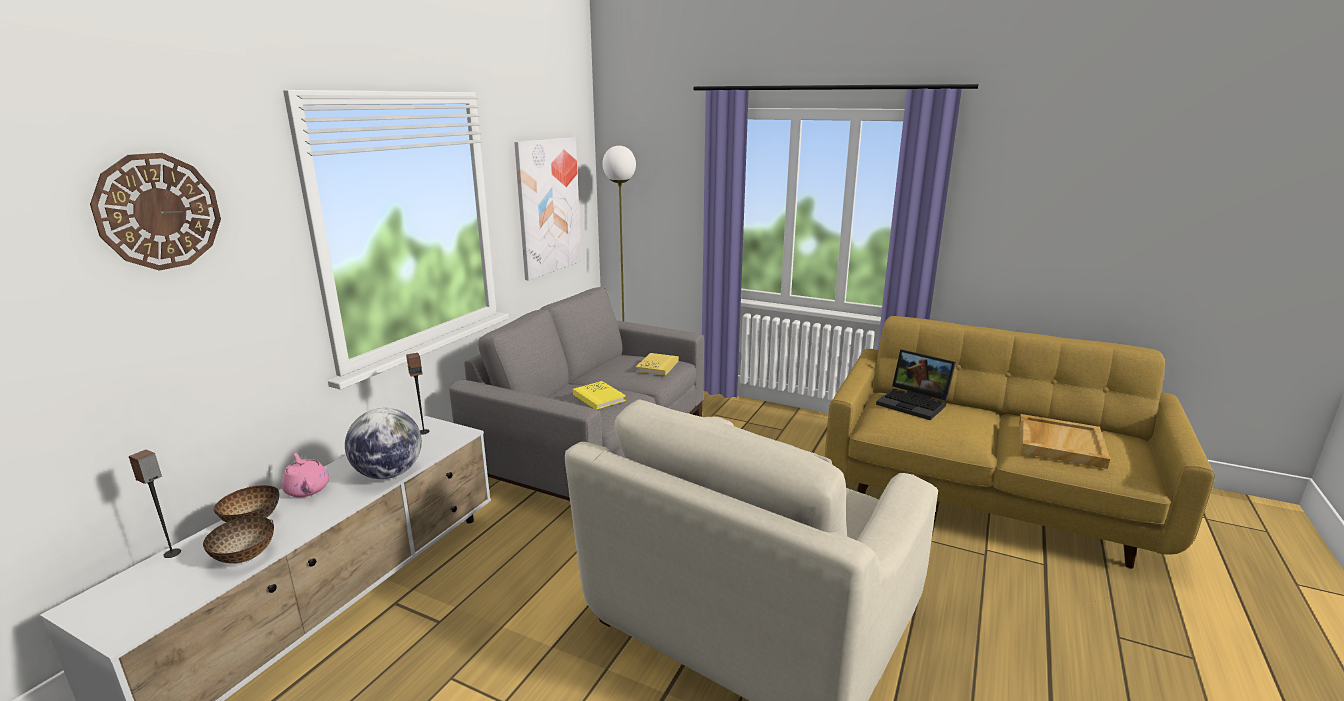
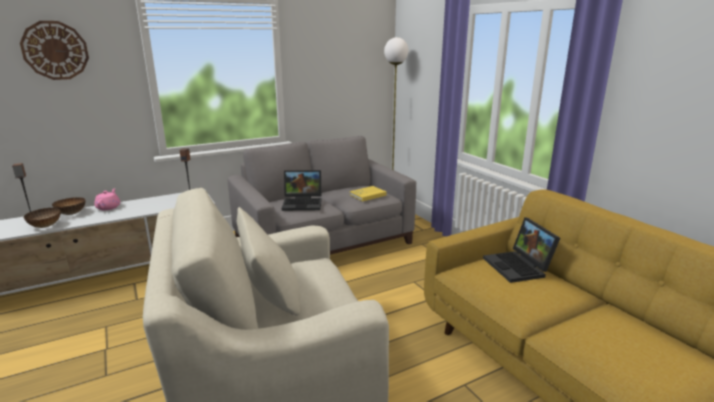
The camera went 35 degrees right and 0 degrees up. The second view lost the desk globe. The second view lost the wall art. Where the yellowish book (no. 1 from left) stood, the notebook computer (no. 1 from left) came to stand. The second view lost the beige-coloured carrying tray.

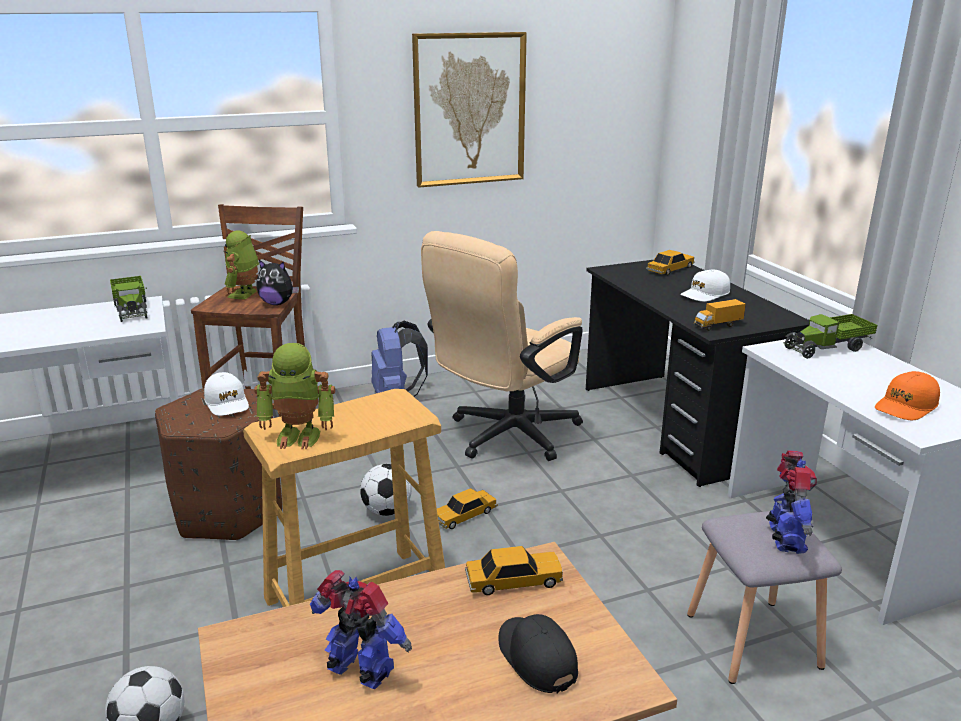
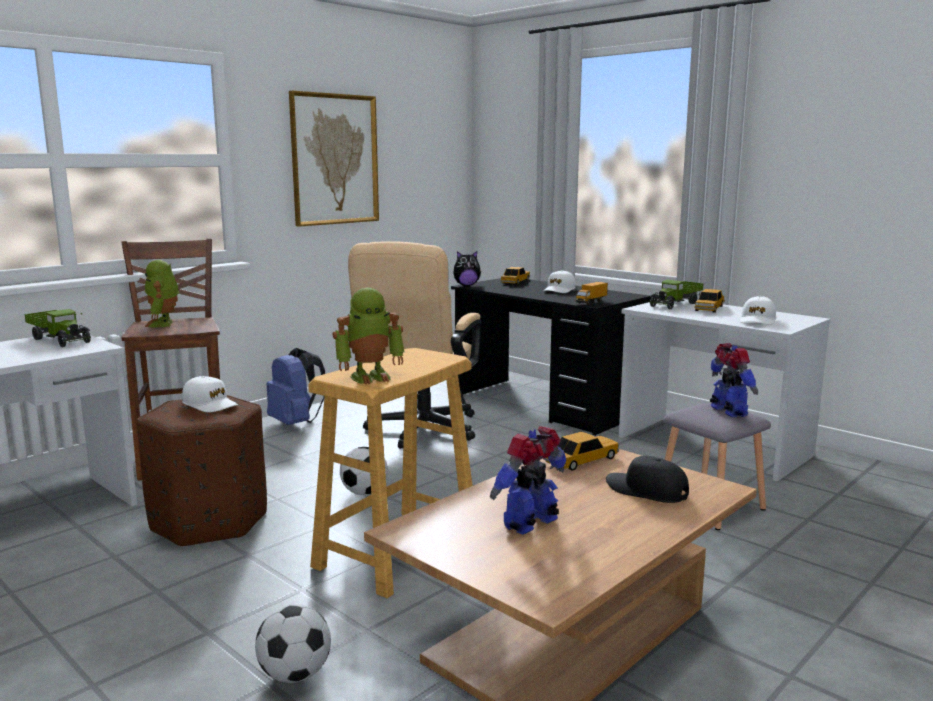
The camera went 25 degrees left and 10 degrees down. The plush toy ended up elsewhere. The toy robot (no. 3 from left) ended up facing another way, 45 degrees counterclockwise from before. The miniature car (no. 1 from left in the first image) ended up elsewhere. What was the orange peaked cap turned into the white-coloured peaked cap (no. 3 from left).

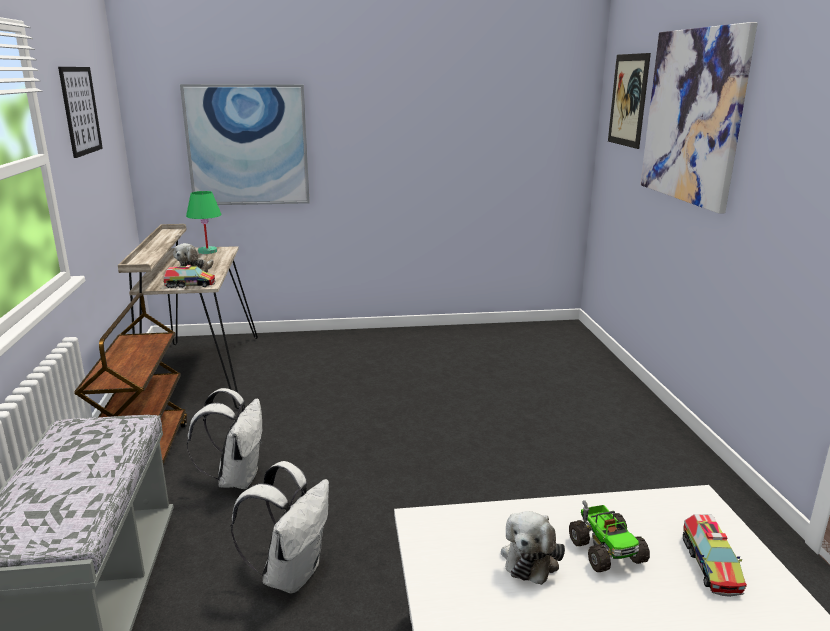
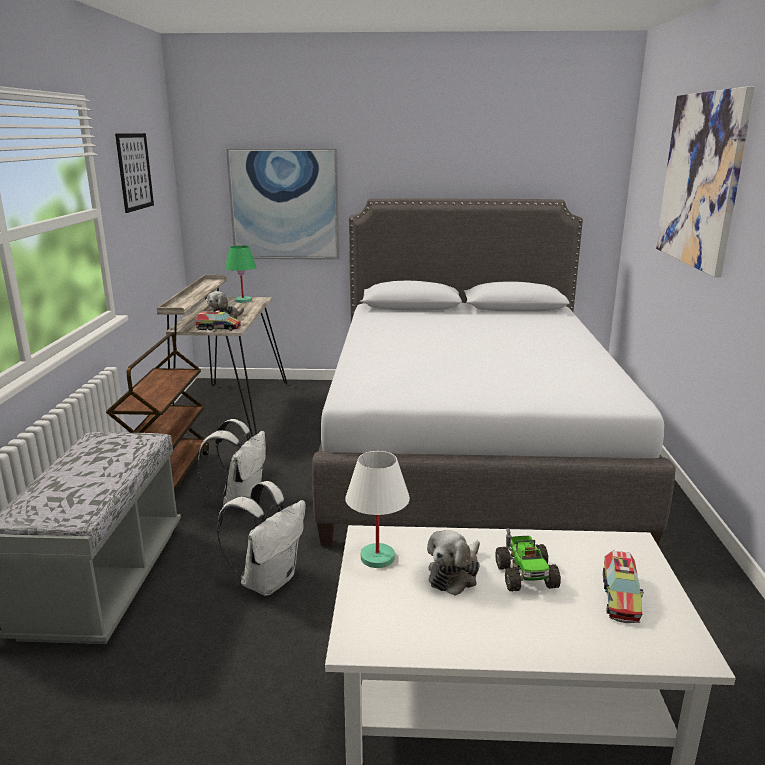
The camera went 10 degrees right and 0 degrees up. The second view lost the wall art (no. 3 from left). The second view gained the gray bed. The second view gained the white-coloured lamp for a table.

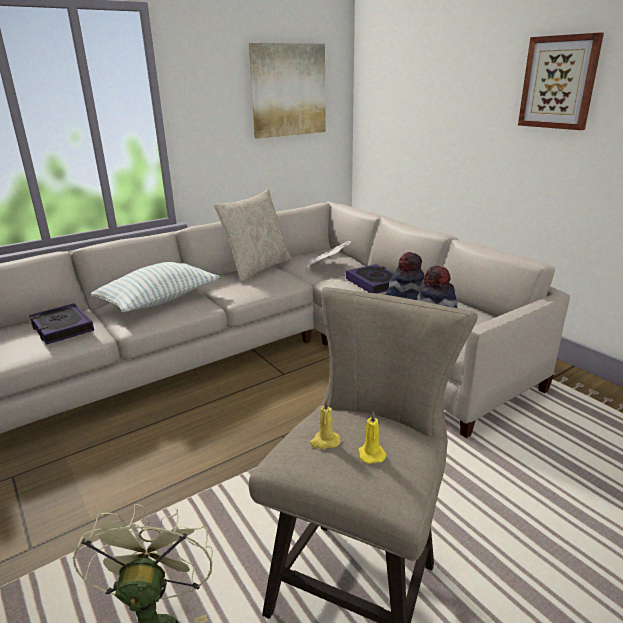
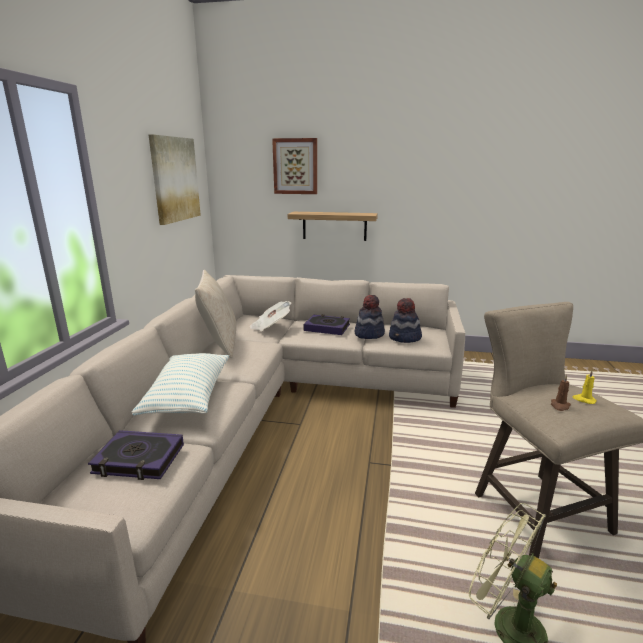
The camera went 45 degrees left and 5 degrees down. What was the yellowish wax candle (no. 1 from left) turned into the brown wax candle. The wall art (no. 2 from left) ended up elsewhere. The second view gained the wall shelf.

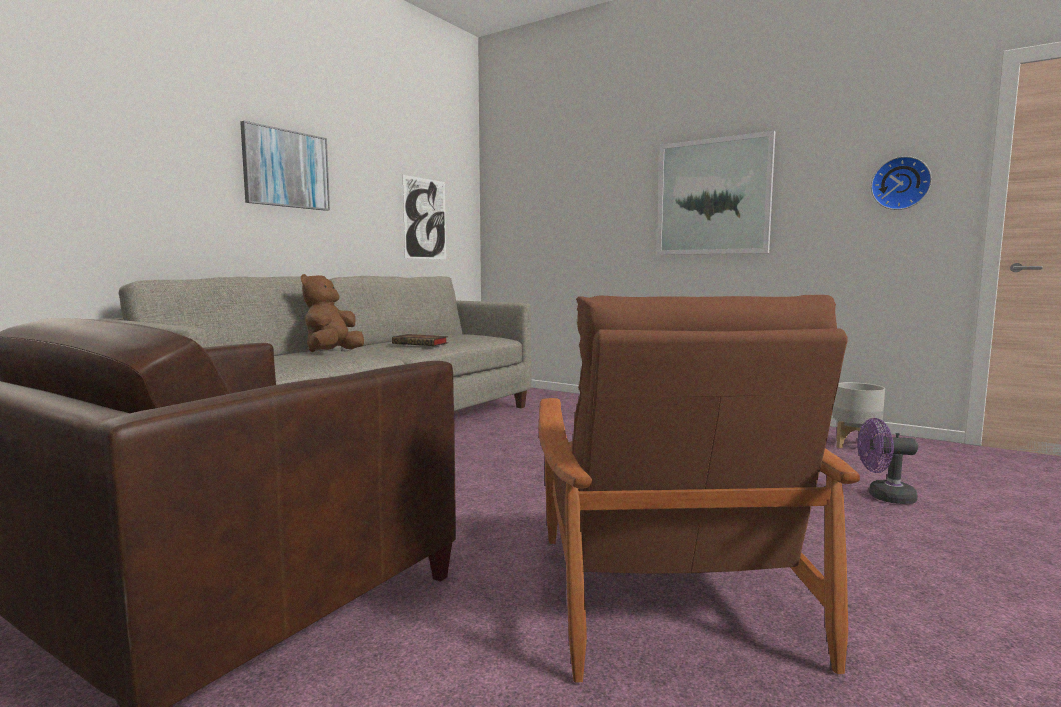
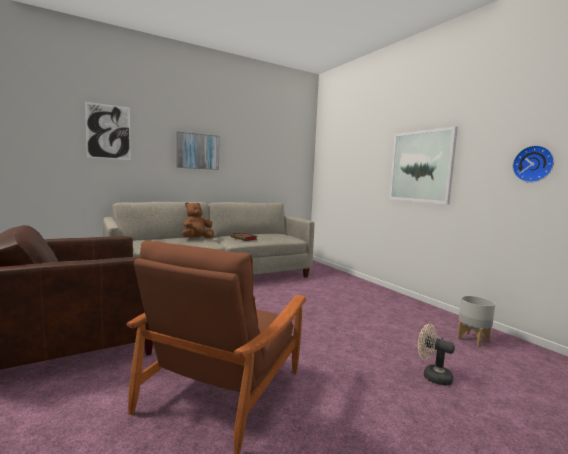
The camera went 25 degrees right and 0 degrees up. The wall art (no. 2 from left in the first image) ended up elsewhere. What was the purple-coloured fan turned into the beige-coloured fan.

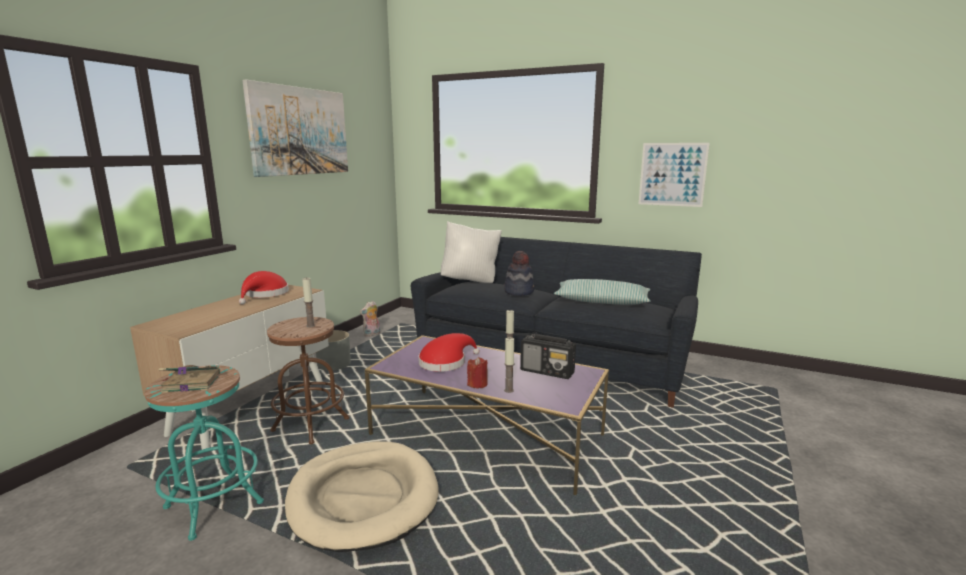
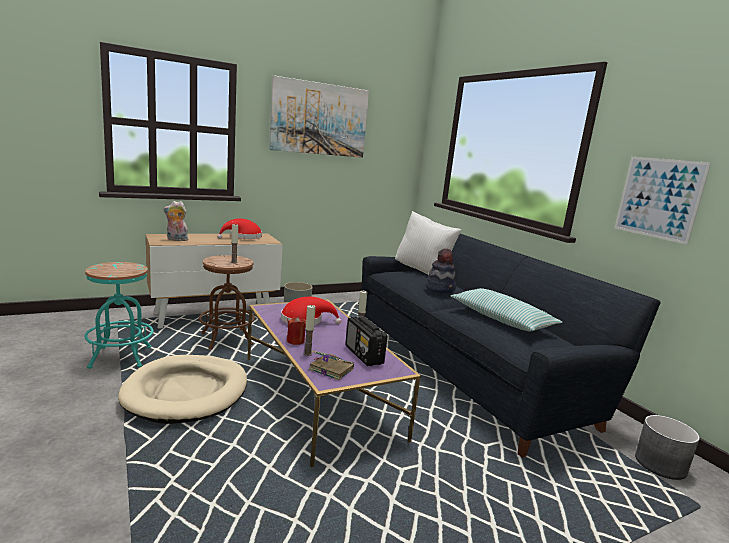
The camera went 35 degrees right and 0 degrees up. The book ended up elsewhere. The plush toy ended up elsewhere. The second view gained the gray planter (no. 2 from left).

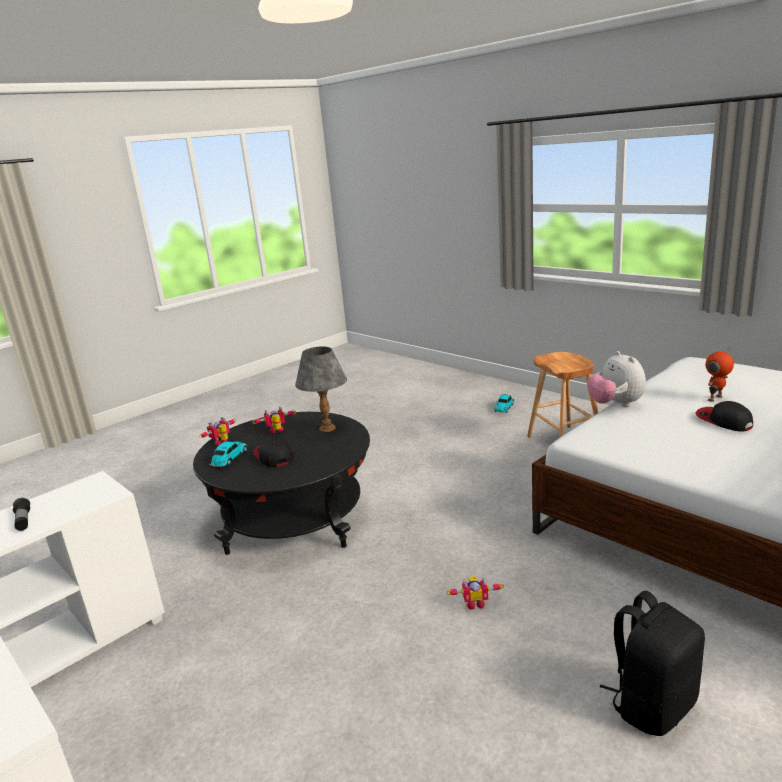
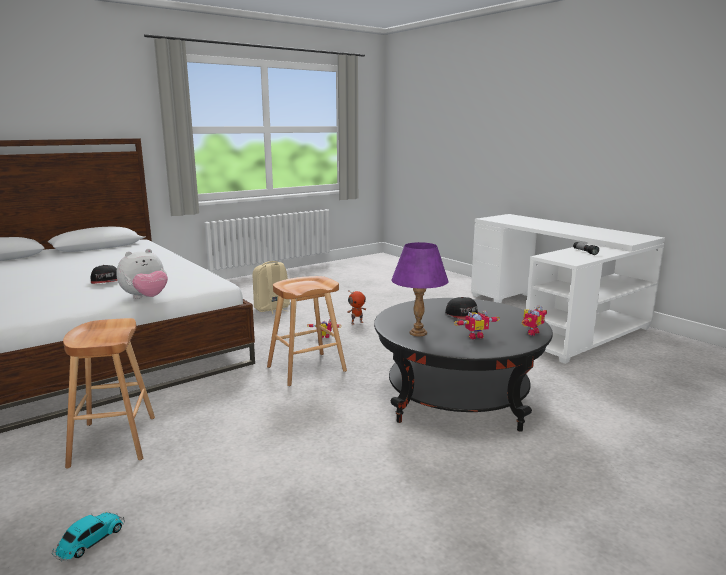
The camera went 175 degrees left and 5 degrees down. The second view lost the miniature car (no. 1 from left). What was the gray lamp for a table turned into the purple-coloured lamp for a table. The plush toy ended up facing another way, 60 degrees clockwise from before. What was the black rucksack turned into the beige-coloured rucksack. The toy robot (no. 4 from left in the first image) ended up elsewhere. The second view gained the brown stool (no. 2 from left).

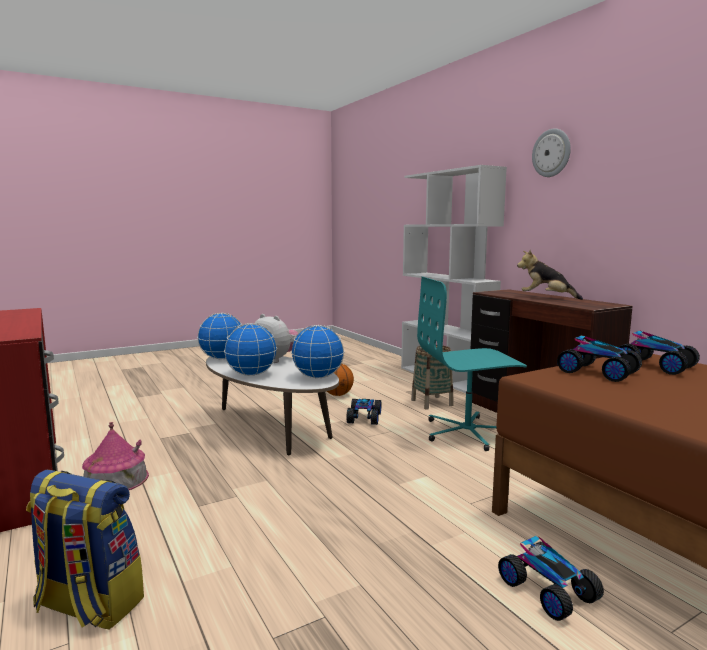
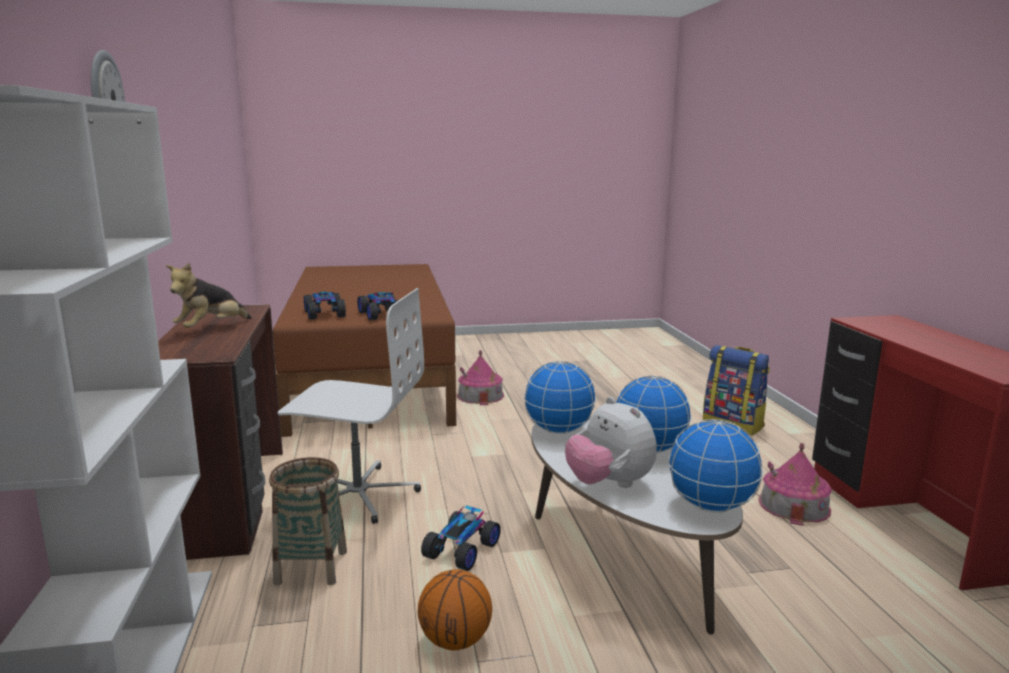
The camera went 160 degrees left and 5 degrees up. What was the turquoise-coloured office chair turned into the white-coloured office chair. Where the miniature car (no. 2 from left) stood, the miniature house (no. 1 from left) came to stand. The plush toy (no. 2 from left in the first image) ended up facing another way, 75 degrees clockwise from before.

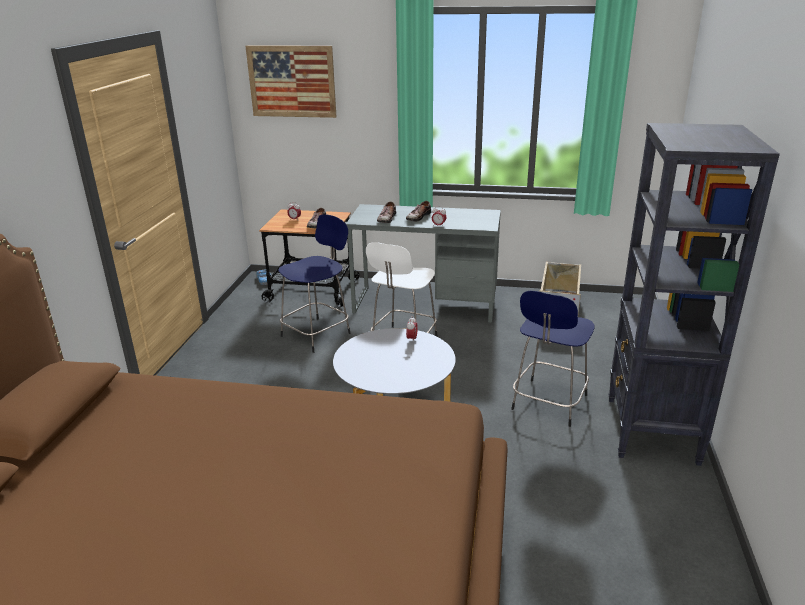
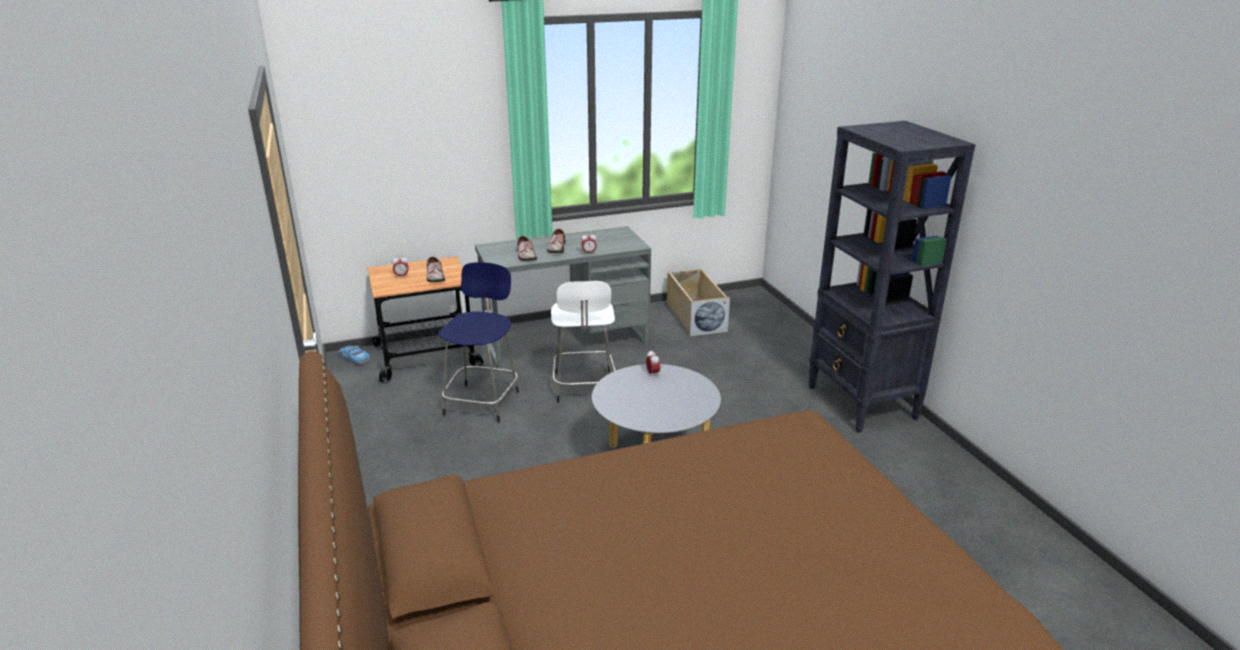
The camera went 30 degrees left and 0 degrees up. The second view lost the wall art. The second view lost the blue stool (no. 2 from left).

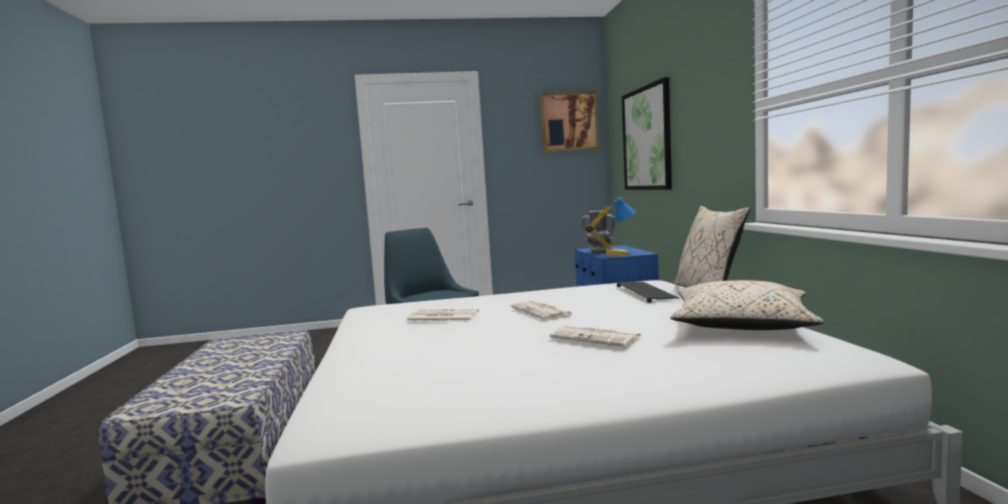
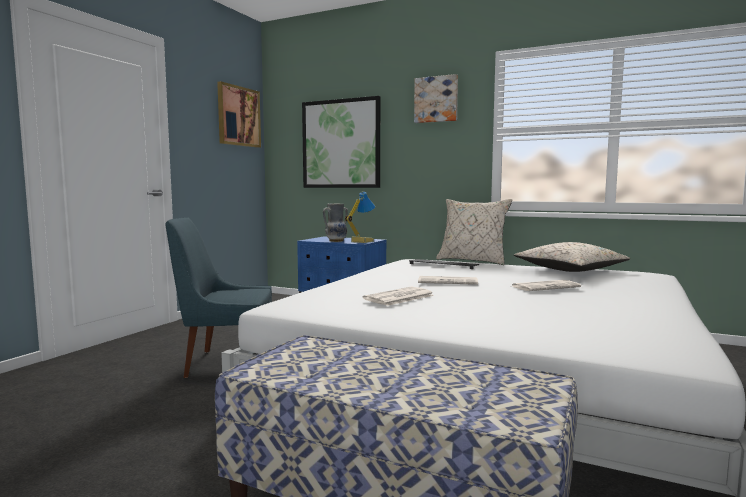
The camera went 55 degrees left and 0 degrees up. The second view gained the wall art (no. 3 from left).

